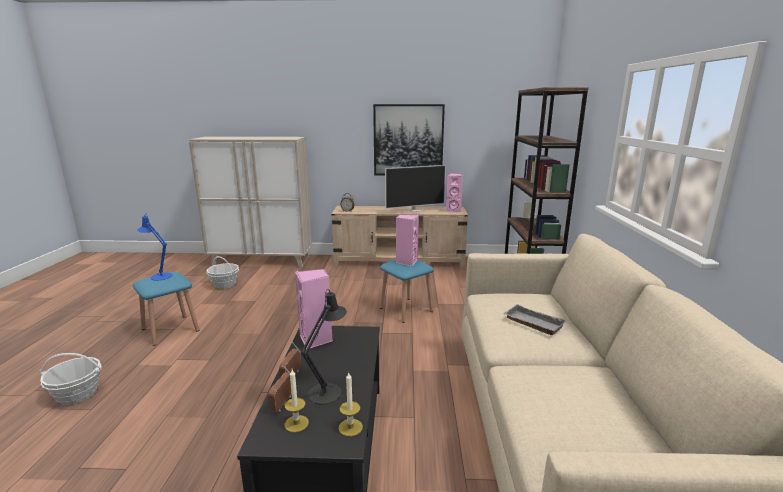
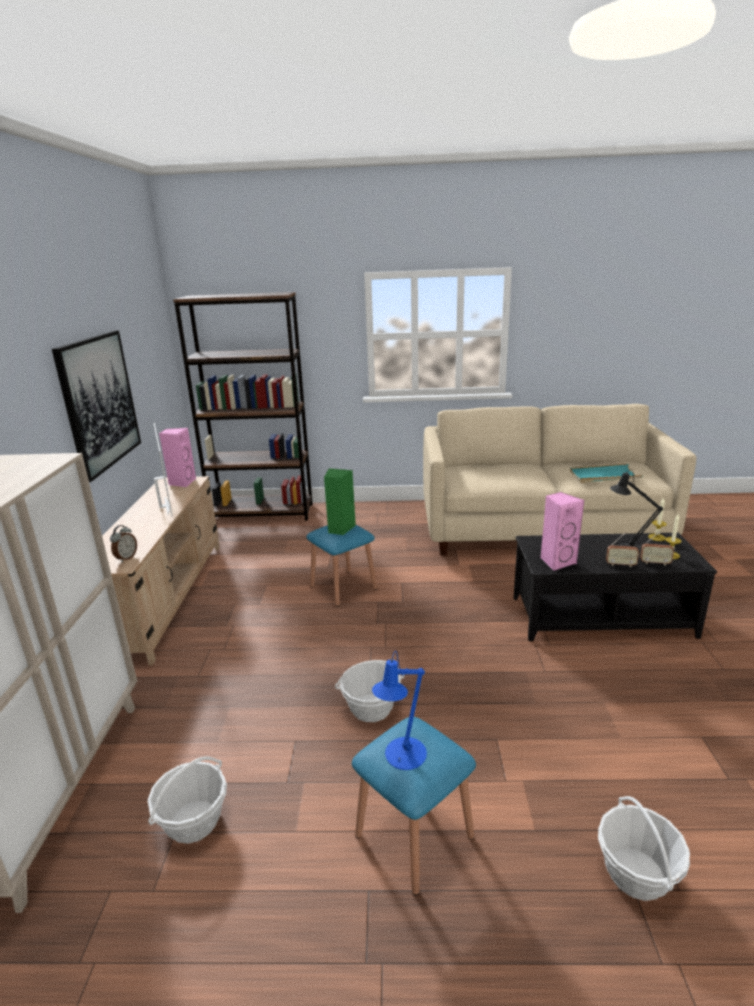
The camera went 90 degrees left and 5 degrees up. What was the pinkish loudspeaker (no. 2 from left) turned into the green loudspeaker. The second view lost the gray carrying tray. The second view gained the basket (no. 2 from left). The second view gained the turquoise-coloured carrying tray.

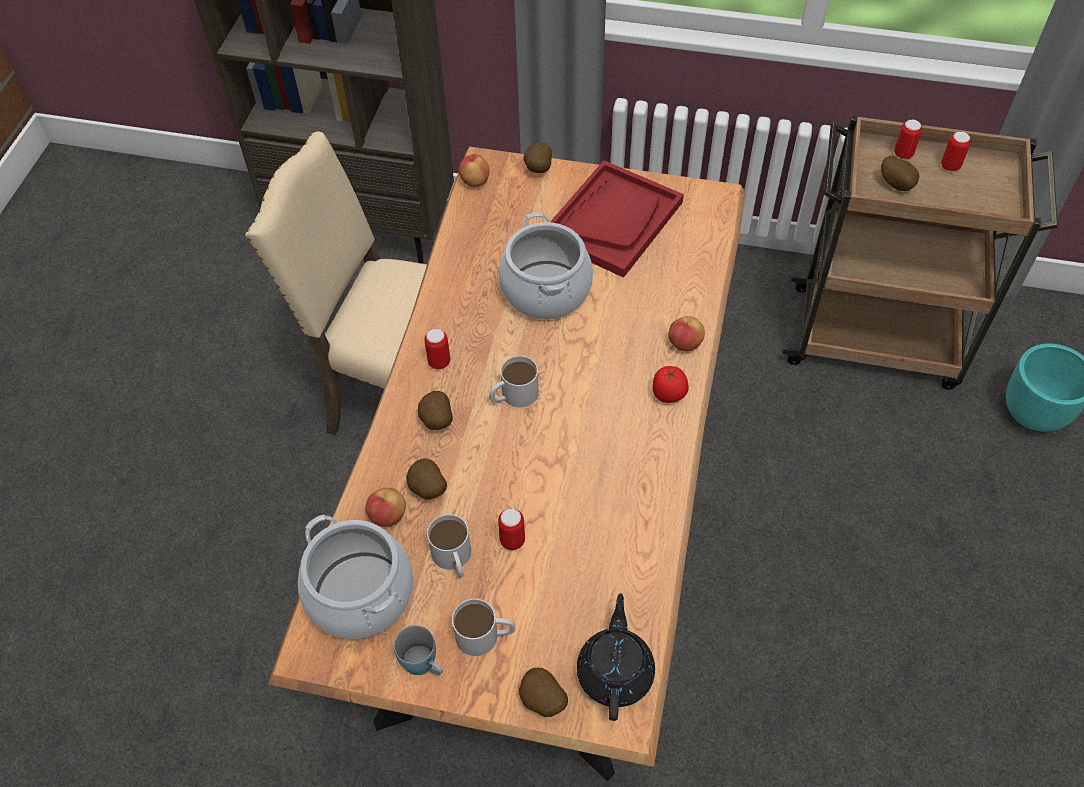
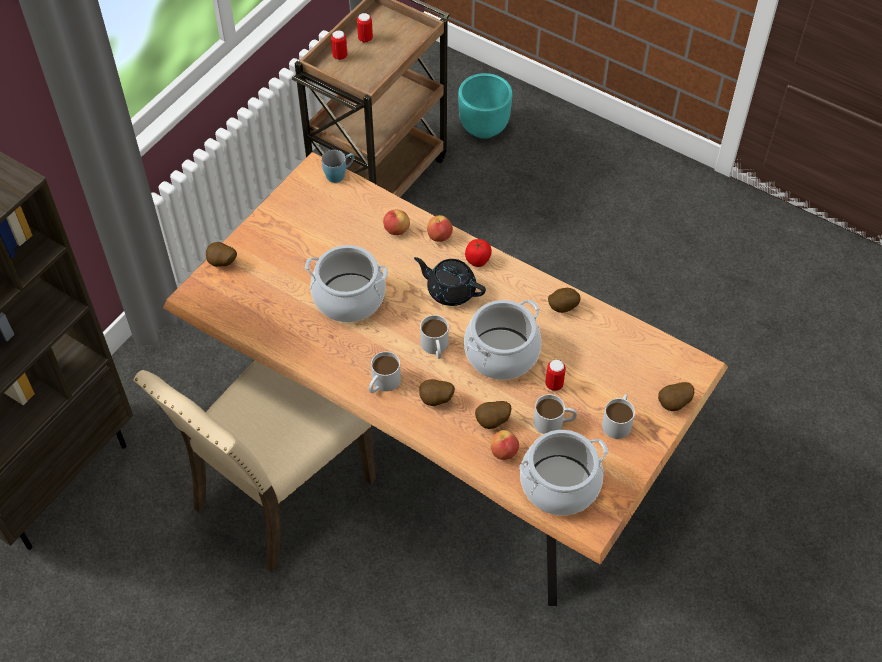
The camera went 70 degrees left and 0 degrees up. The blue mug ended up elsewhere. Where the metal can (no. 1 from left) stood, the white-coloured mug (no. 1 from left) came to stand. The whole apple (no. 2 from left in the first image) ended up elsewhere. The second view lost the red carrying tray. The black teapot ended up elsewhere. The whole potato (no. 5 from left in the first image) ended up elsewhere. The second view gained the cooking pot (no. 2 from left).

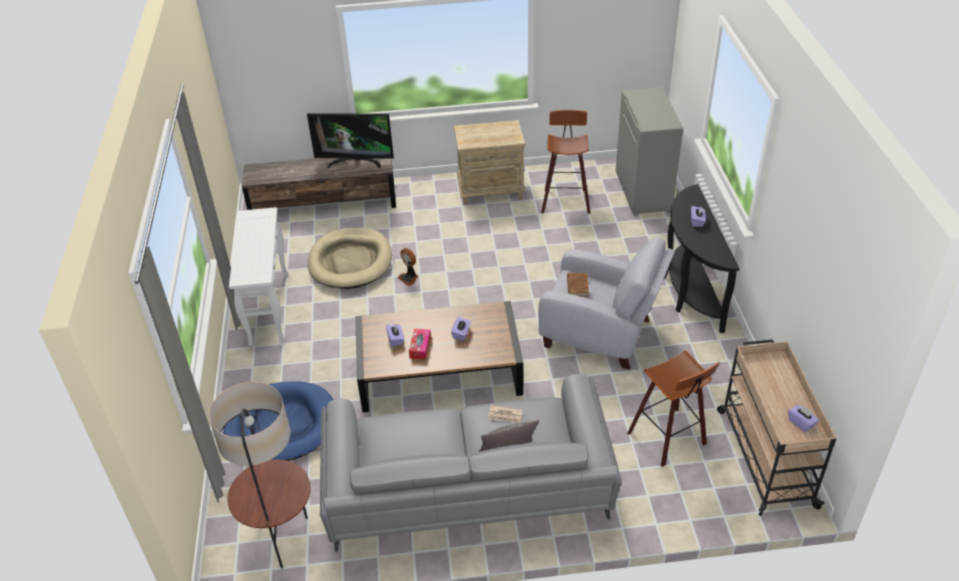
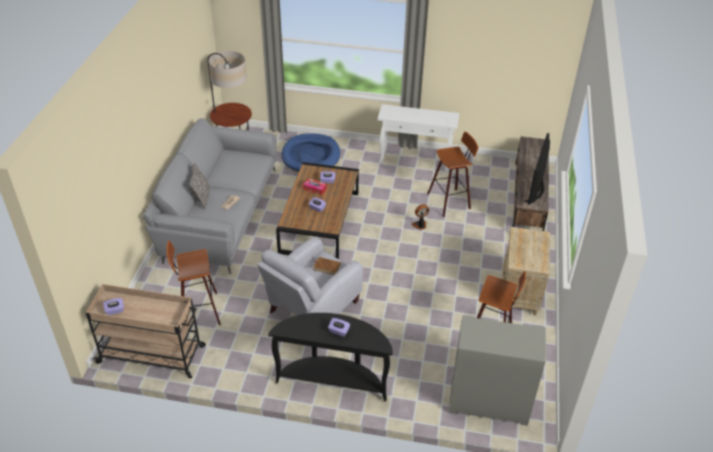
The camera went 105 degrees right and 0 degrees up. Where the beige-coloured dog bed stood, the stool (no. 2 from left) came to stand.

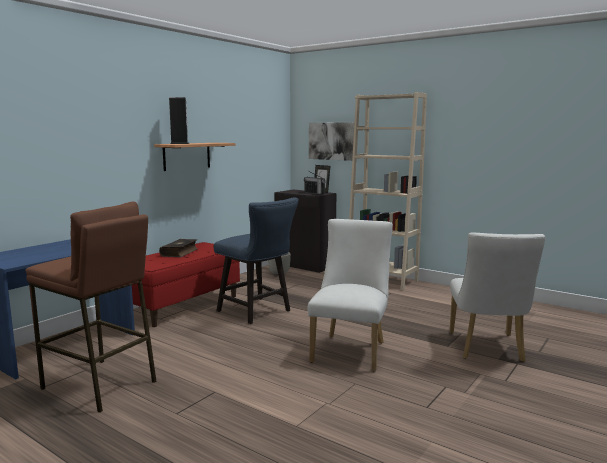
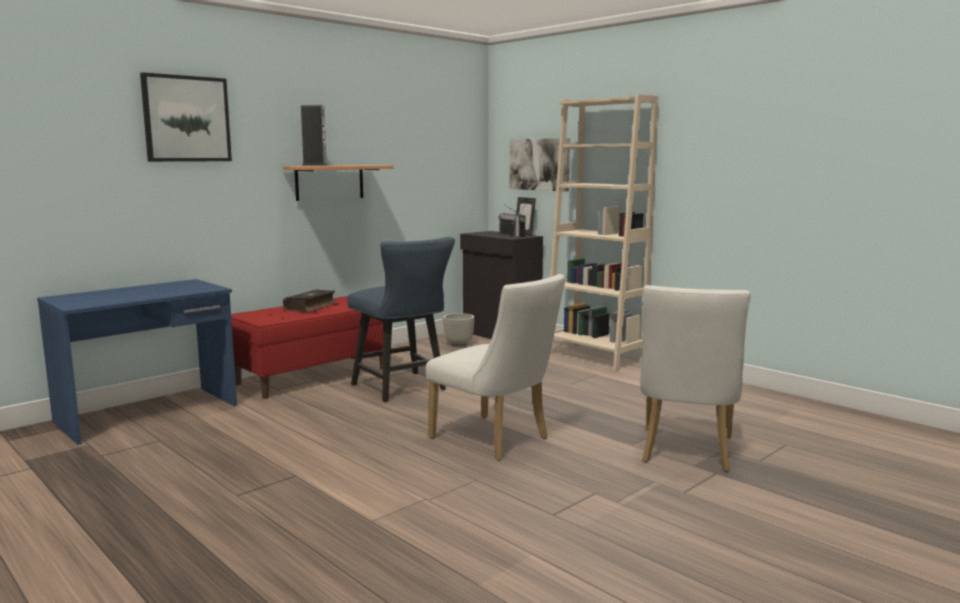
The camera went 10 degrees right and 0 degrees up. The second view lost the brown stool. The white-coloured chair (no. 1 from left) ended up facing another way, 105 degrees clockwise from before. The second view gained the wall art (no. 1 from left).

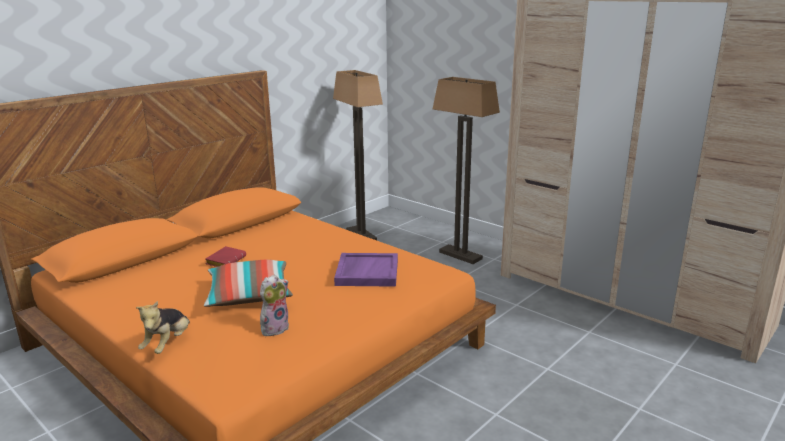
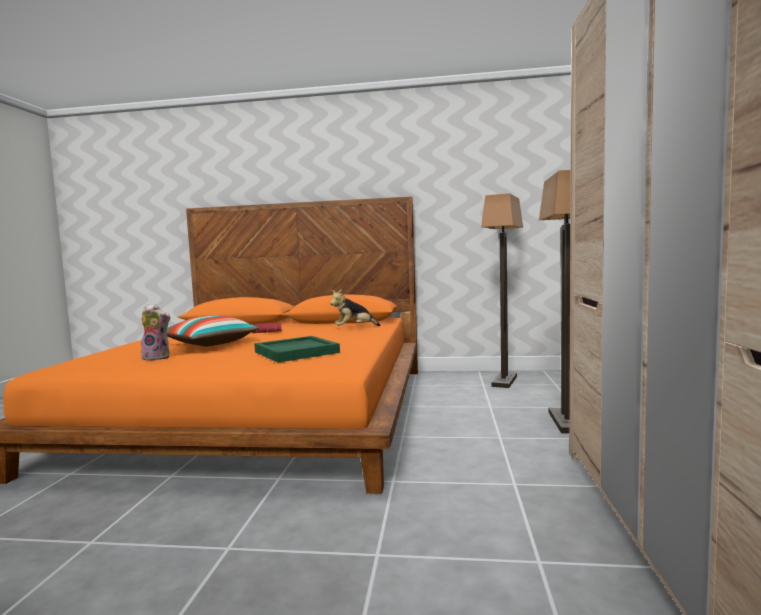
The camera went 55 degrees right and 15 degrees down. The plush toy (no. 1 from left in the first image) ended up elsewhere. What was the purple-coloured carrying tray turned into the green carrying tray.

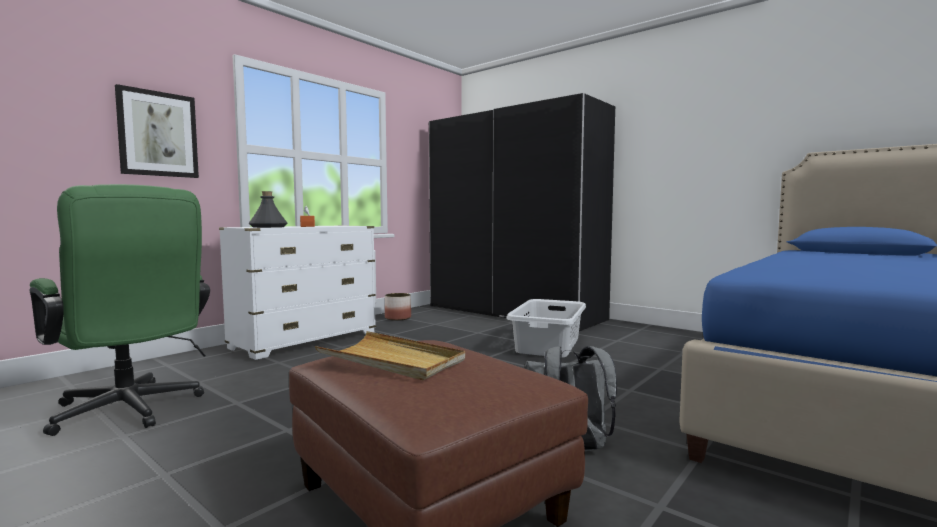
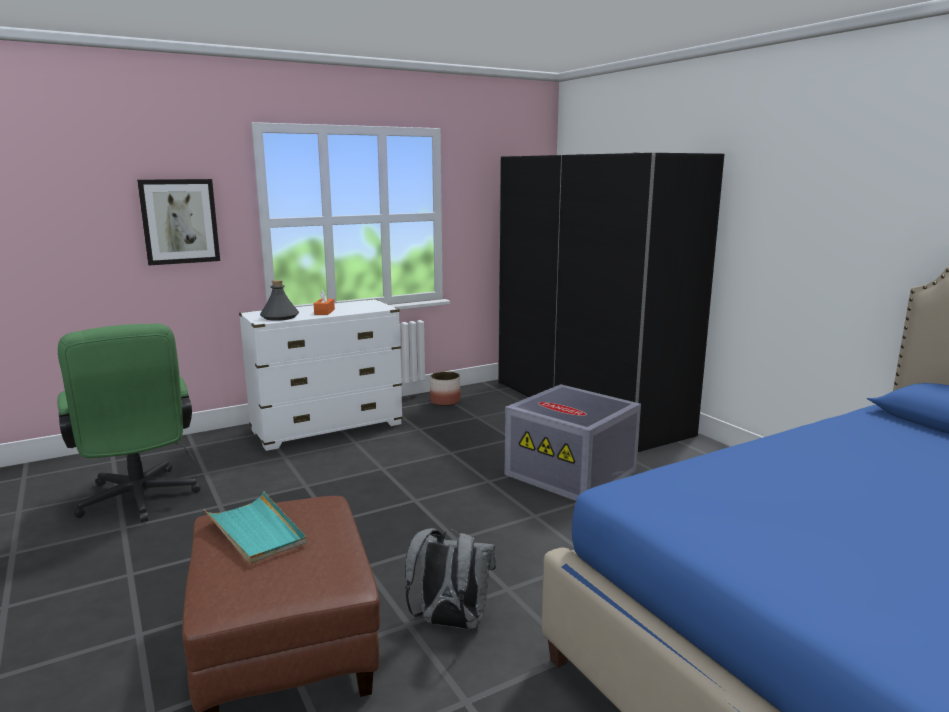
The camera went 20 degrees right and 10 degrees up. What was the beige-coloured carrying tray turned into the turquoise-coloured carrying tray. Where the gray laundry basket stood, the gray storage container came to stand.

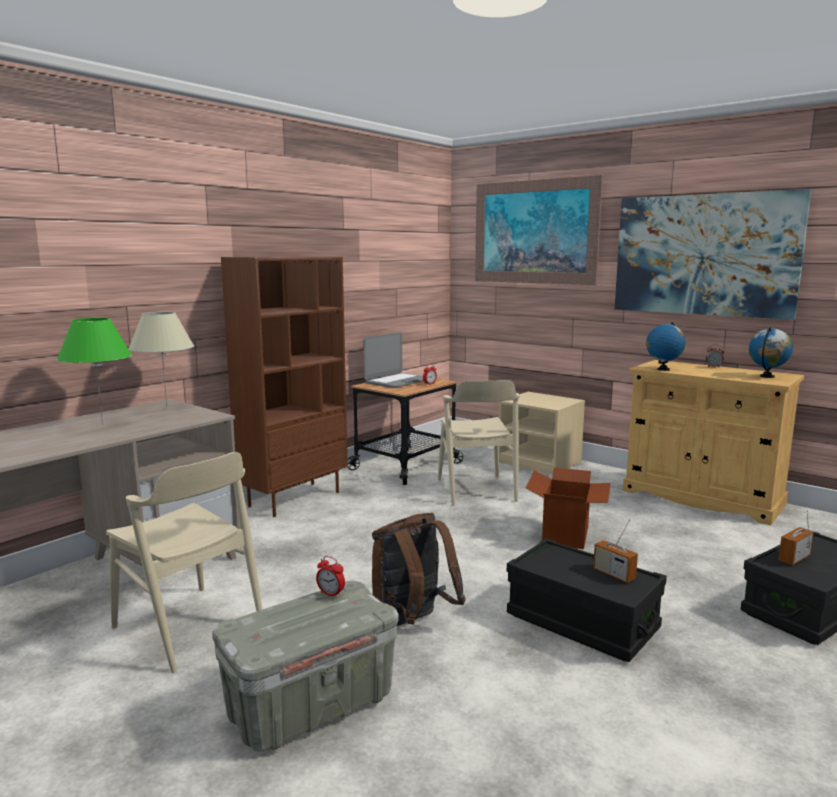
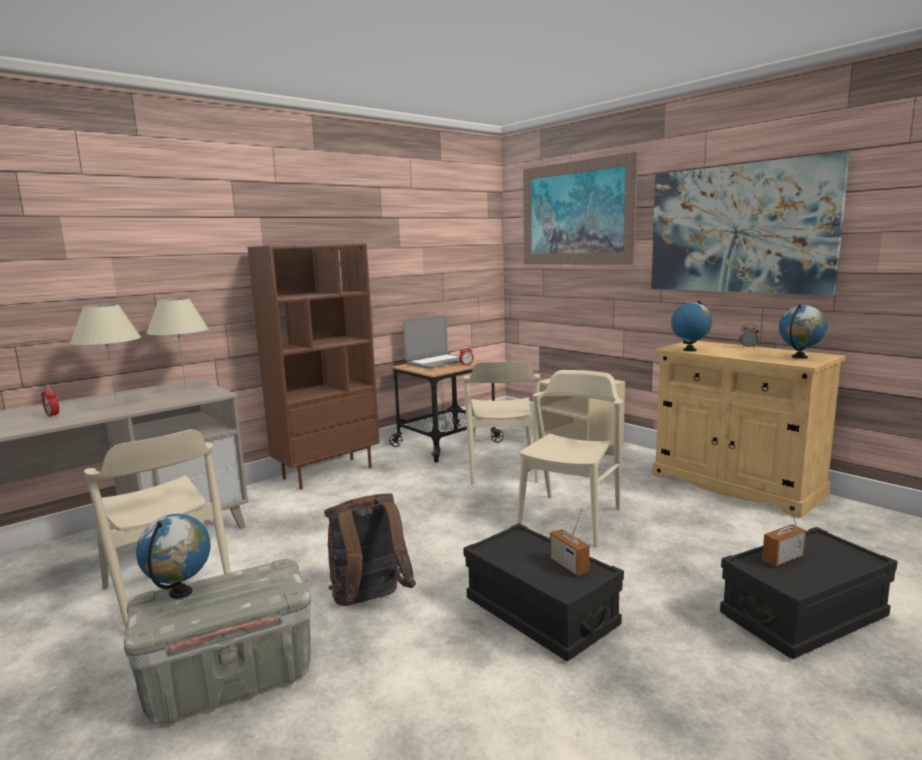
The camera went 10 degrees right and 0 degrees up. What was the green lamp for a table turned into the beige-coloured lamp for a table (no. 1 from left). The alarm clock (no. 1 from left) ended up elsewhere. Where the packing box stood, the beige-coloured chair (no. 3 from left) came to stand. The second view gained the desk globe (no. 1 from left).

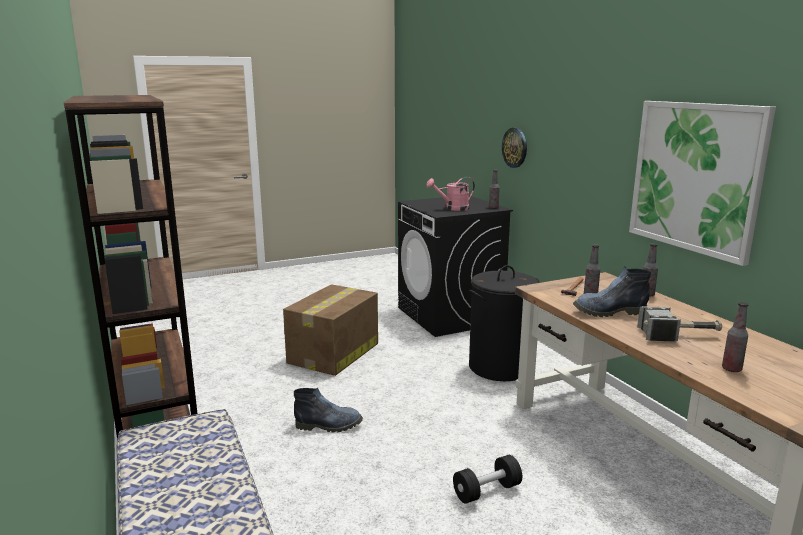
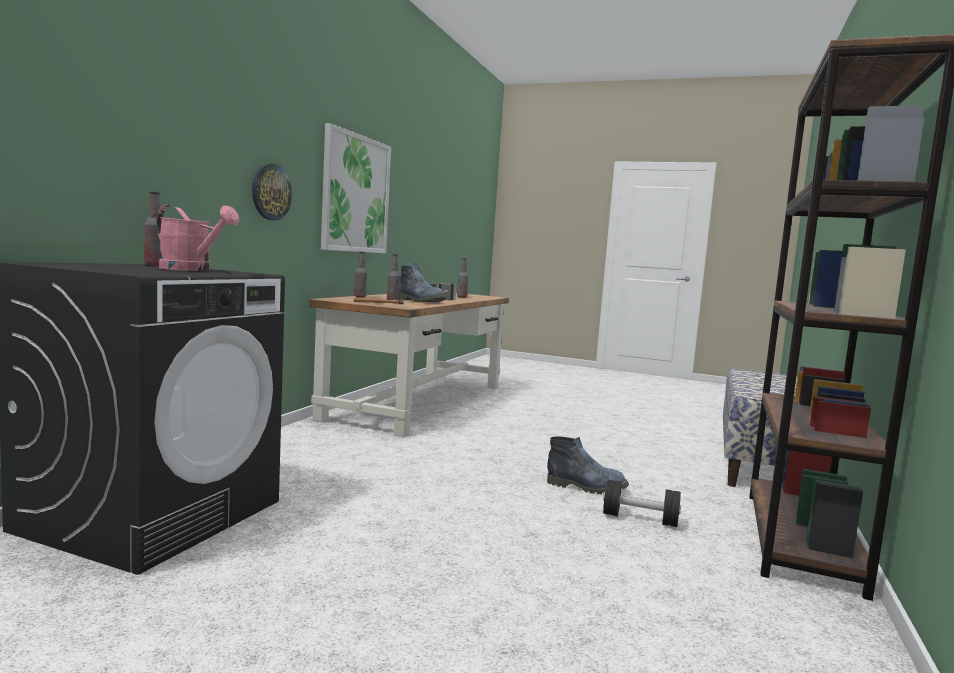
The camera went 135 degrees left and 10 degrees down. The second view lost the packing box. The boot (no. 1 from left in the first image) ended up facing another way, 150 degrees clockwise from before. The black dumbbell ended up elsewhere. The second view lost the black laundry basket. The clock on the wall ended up elsewhere.

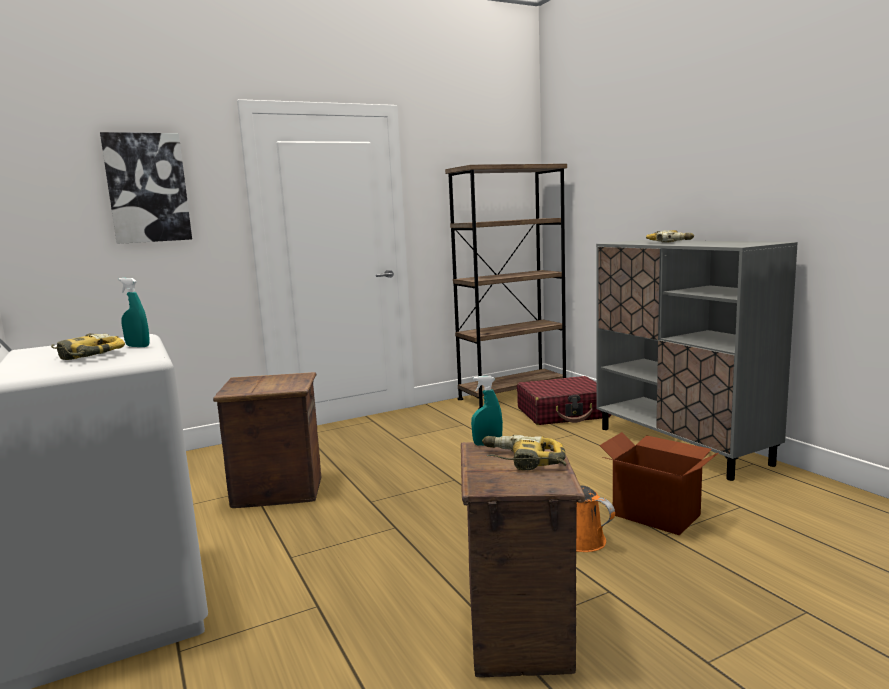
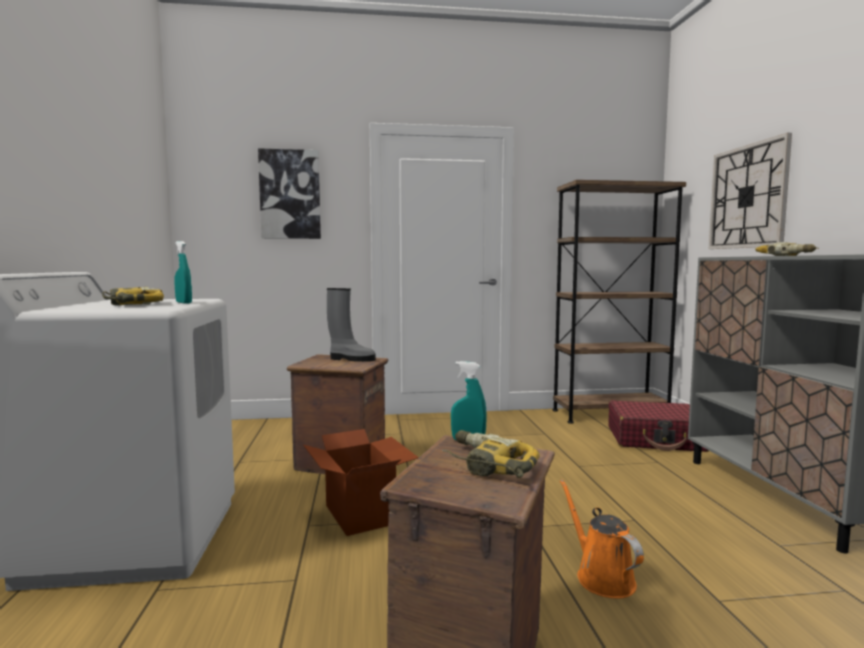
The camera went 20 degrees right and 5 degrees down. The packing box ended up elsewhere. The second view gained the gray boot. The second view gained the clock on the wall.

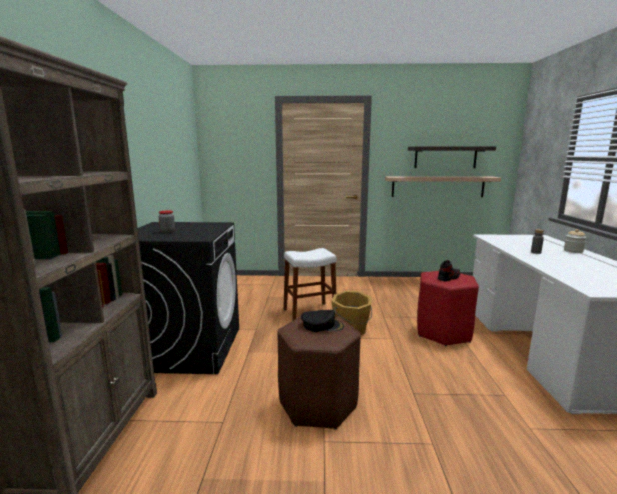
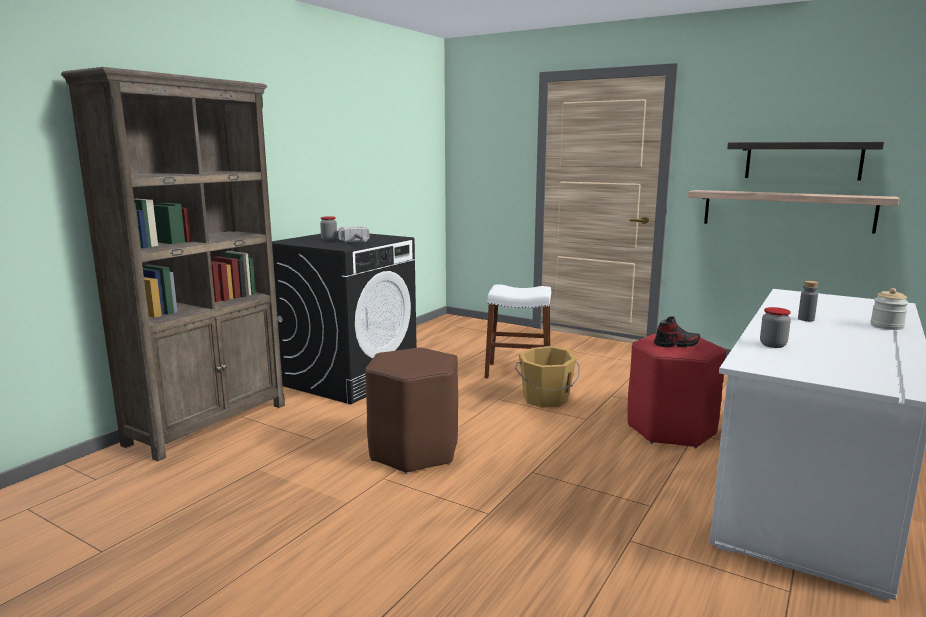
The camera went 30 degrees right and 0 degrees up. The second view lost the black peaked cap. The second view gained the tool hammer. The second view gained the preserve jar (no. 2 from left).

